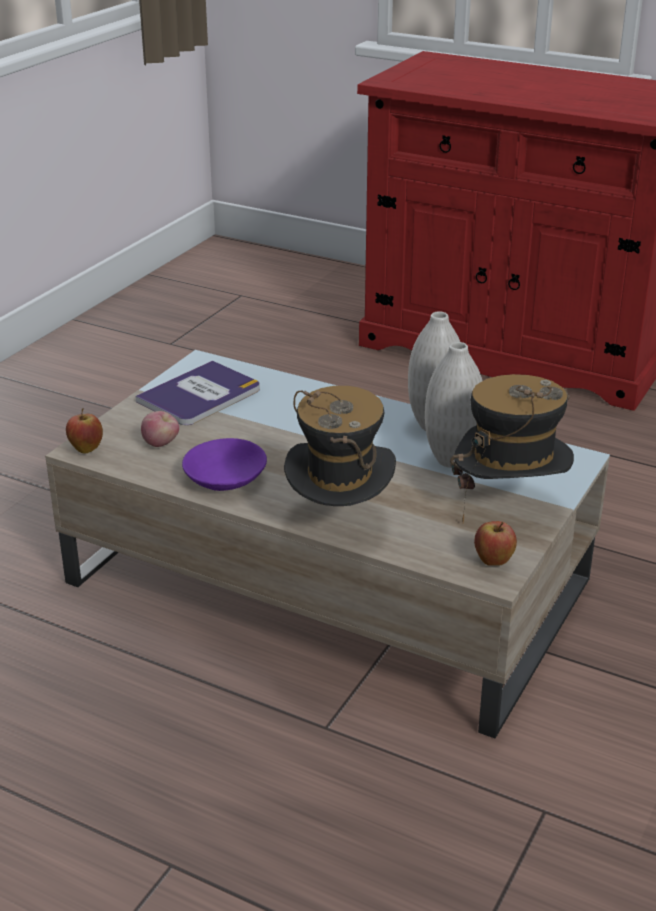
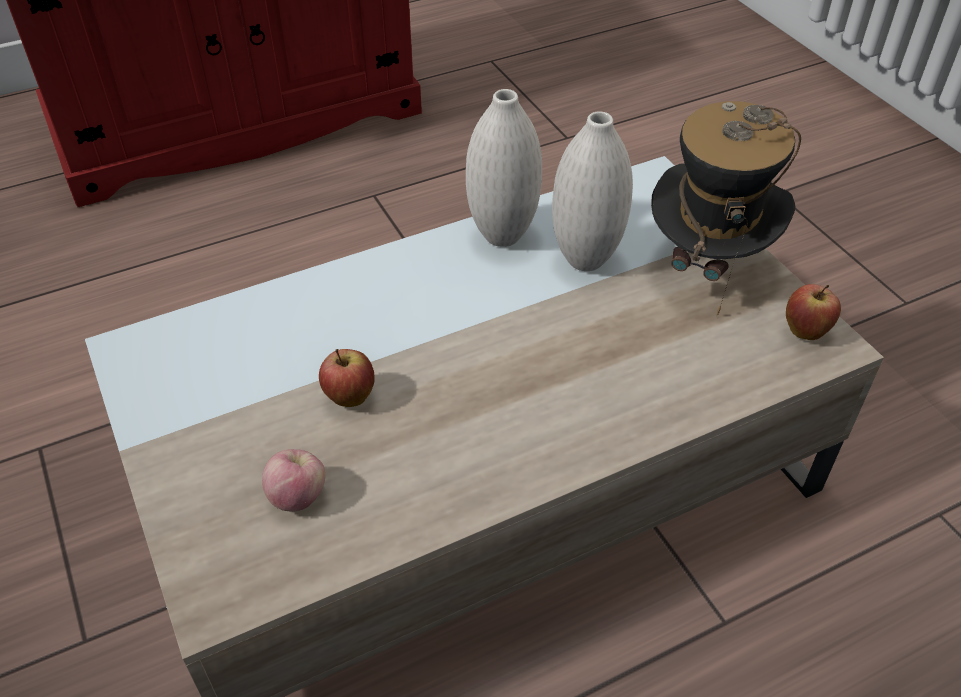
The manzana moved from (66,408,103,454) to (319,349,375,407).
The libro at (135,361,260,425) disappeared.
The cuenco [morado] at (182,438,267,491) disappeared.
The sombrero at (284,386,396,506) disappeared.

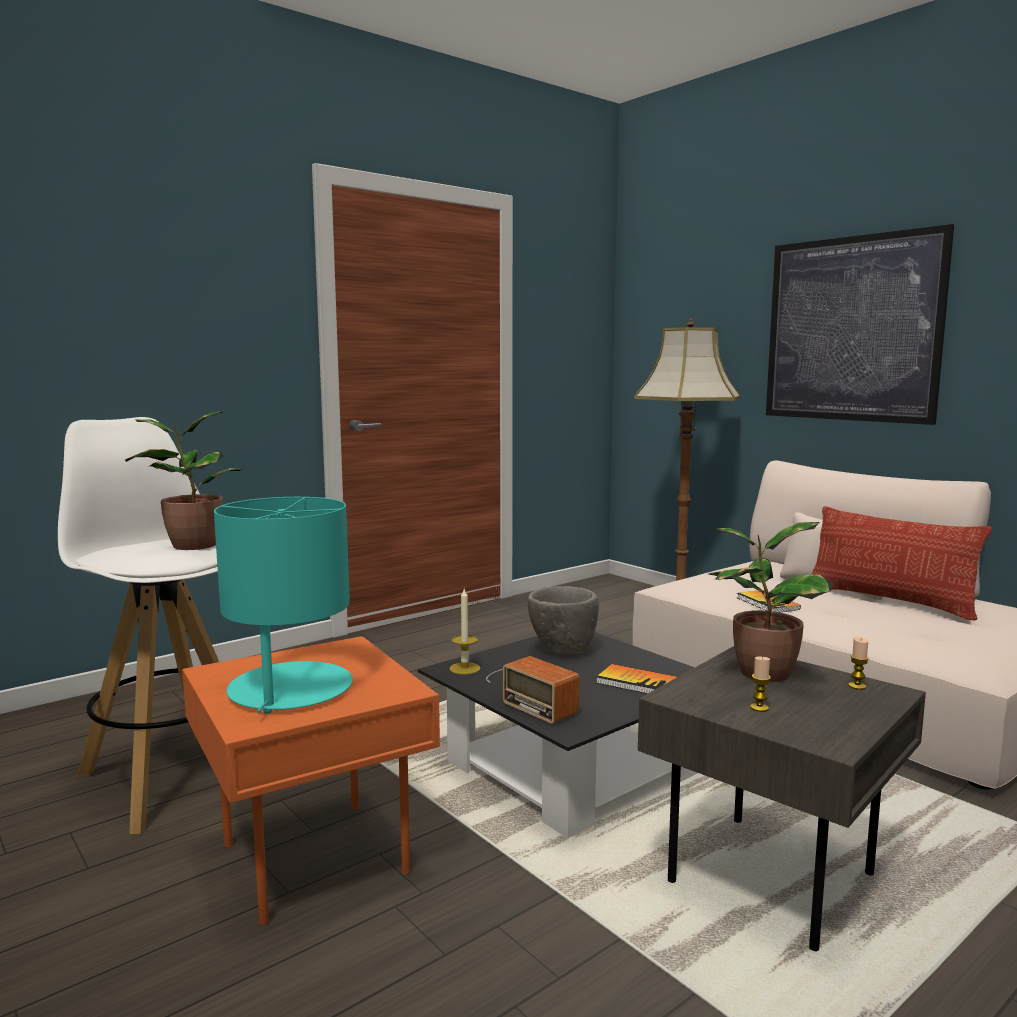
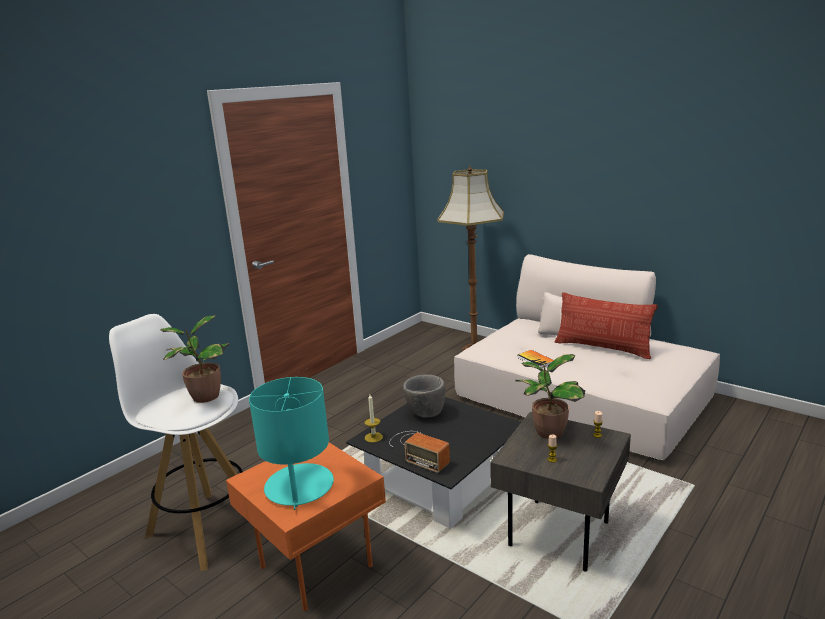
The libro at (596,664,677,694) disappeared.
The cuadro at (766,224,954,425) disappeared.

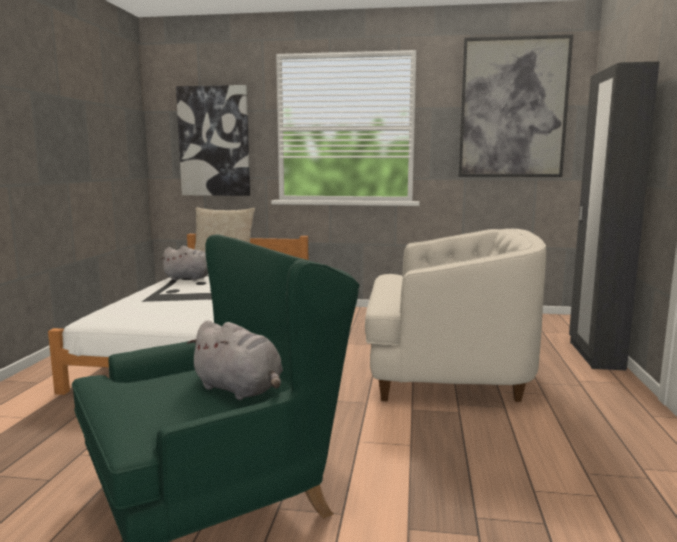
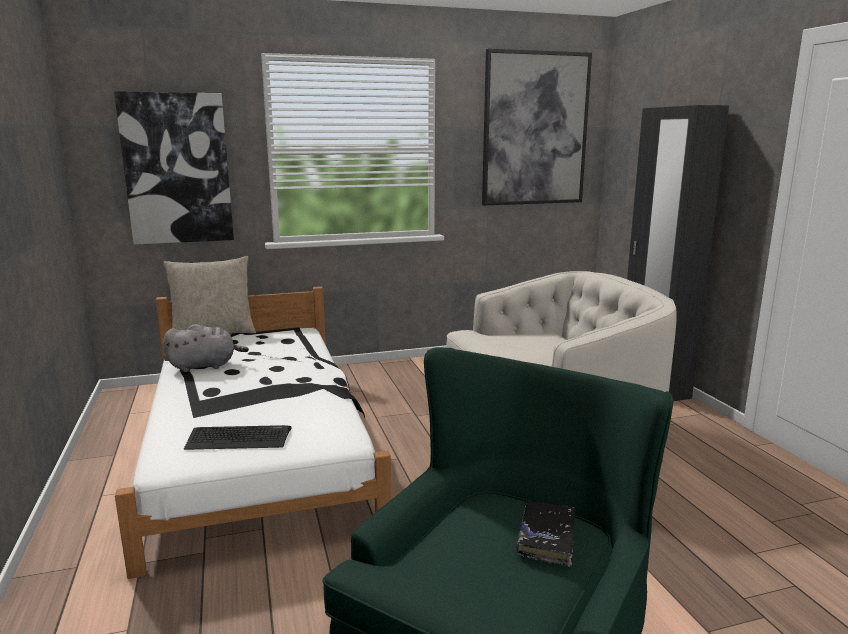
The peluche [gris] at (187,320,283,400) was replaced by the libro [negro] at (516,501,575,567).
The teclado at (184,425,291,450) appeared.

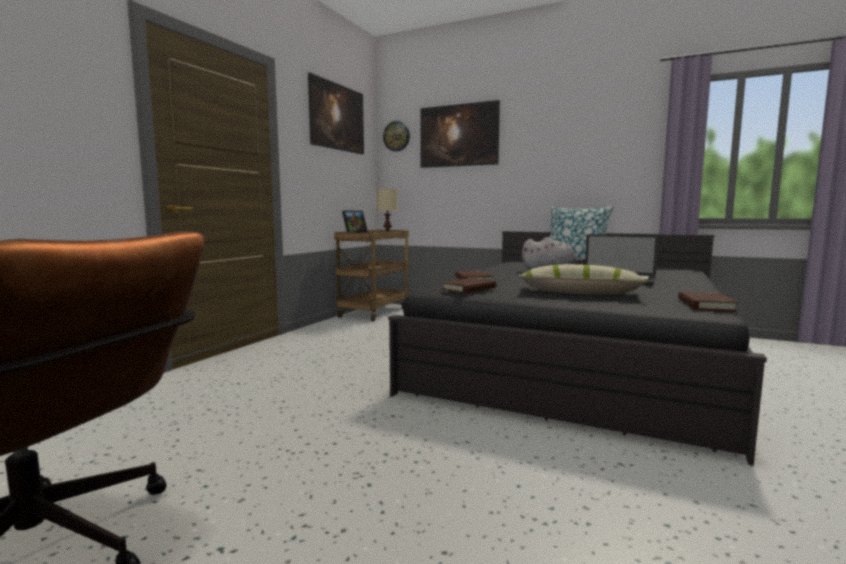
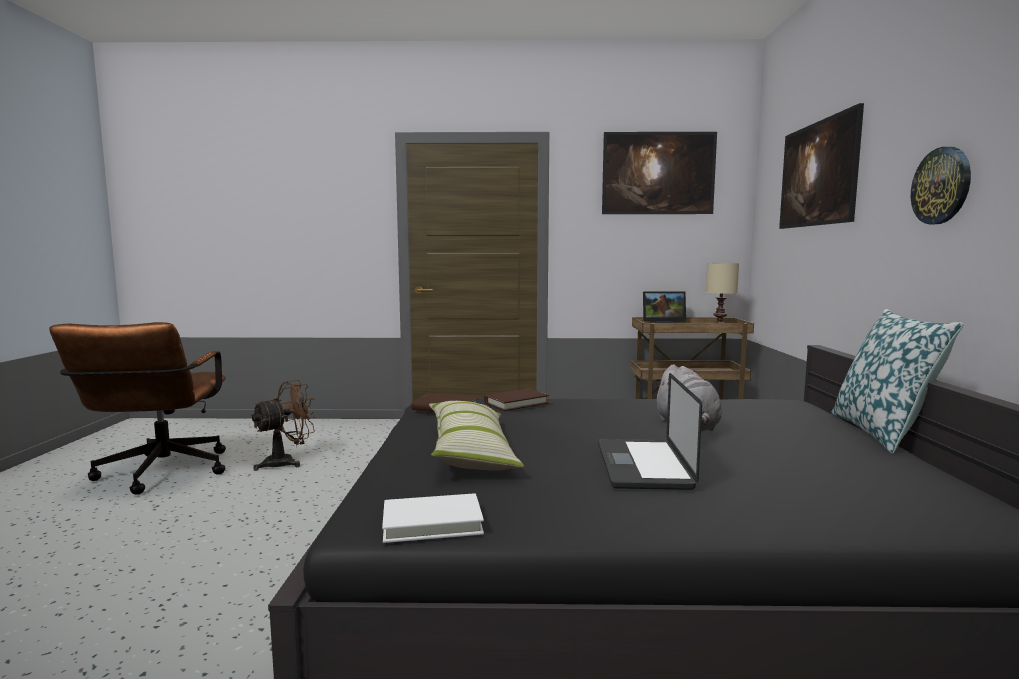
The reloj de pared moved from (383,121,410,152) to (911,147,971,224).
The libro [marrón] at (678,291,739,311) became the libro [blanco] at (382,493,484,543).
The ventilador [marrón] at (252,380,317,471) appeared.

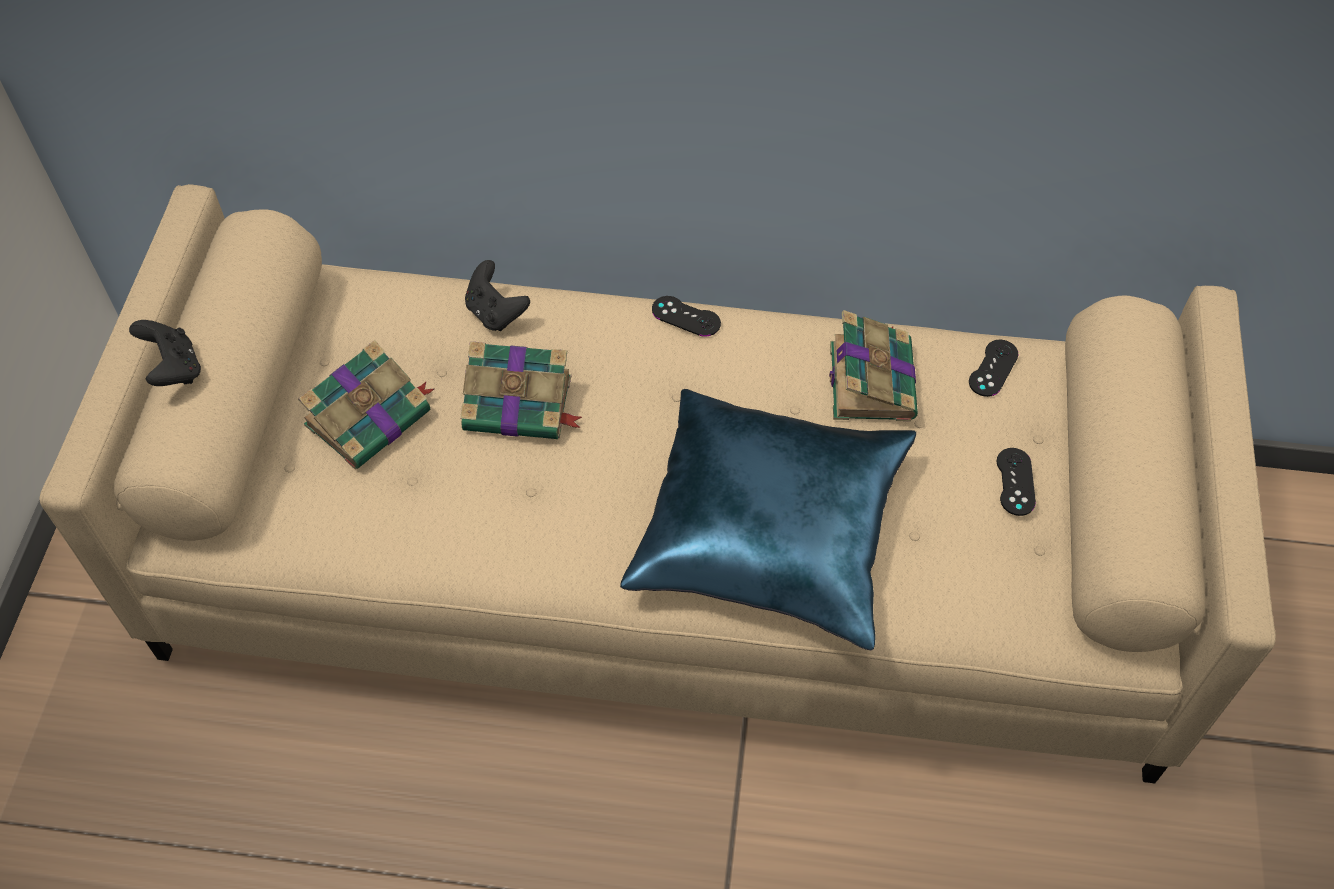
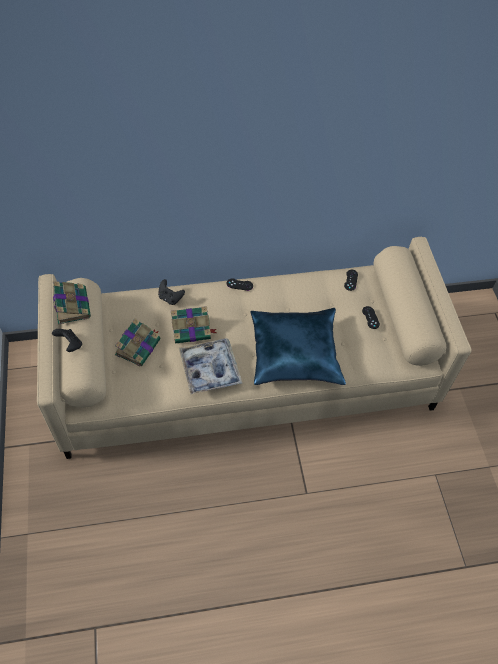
The libro moved from (829,310,918,421) to (53,281,91,325).
The bandeja at (179,338,242,394) appeared.

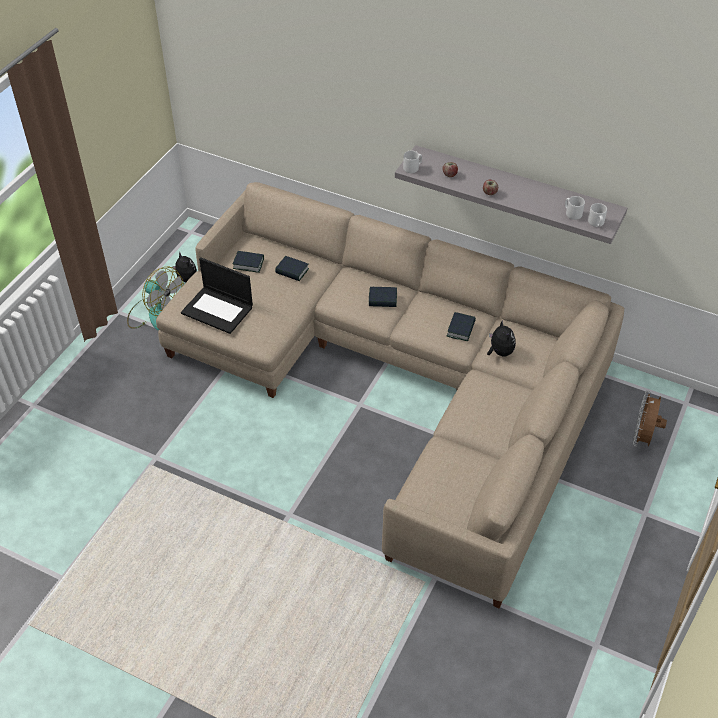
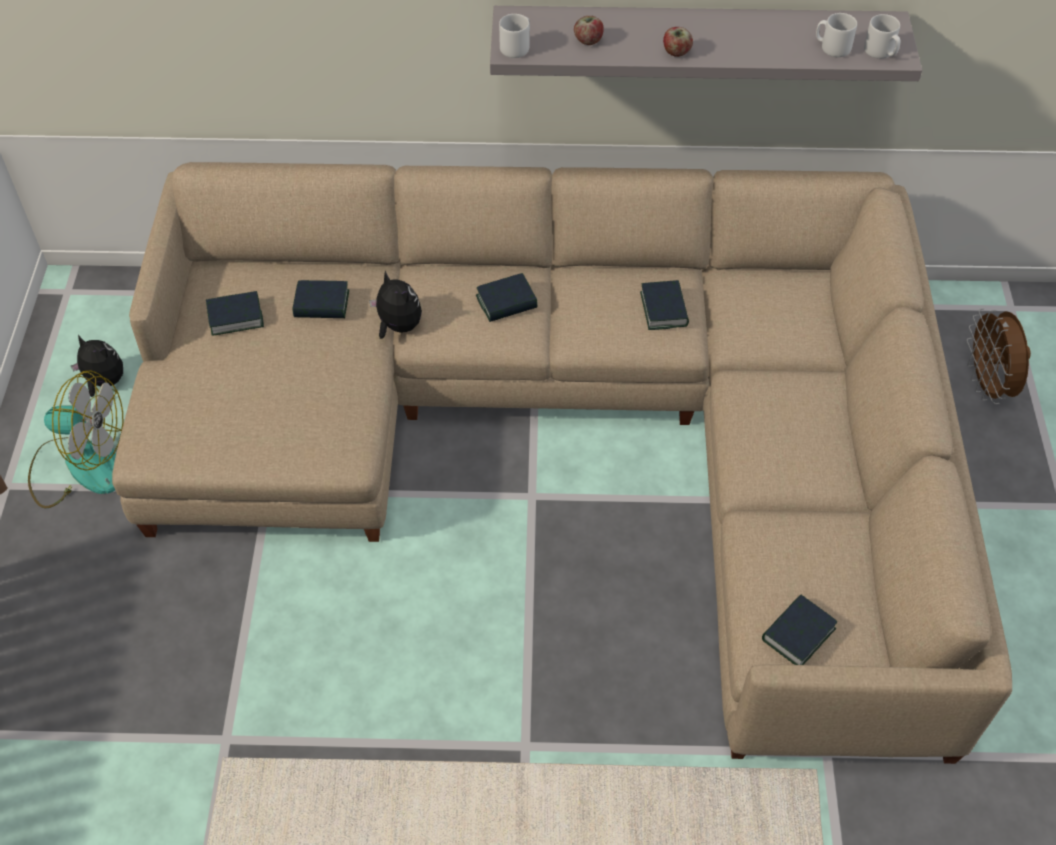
The portátil at (181,257,253,334) disappeared.
The peluche moved from (487,319,516,356) to (369,270,422,339).
The libro at (762,595,838,665) appeared.

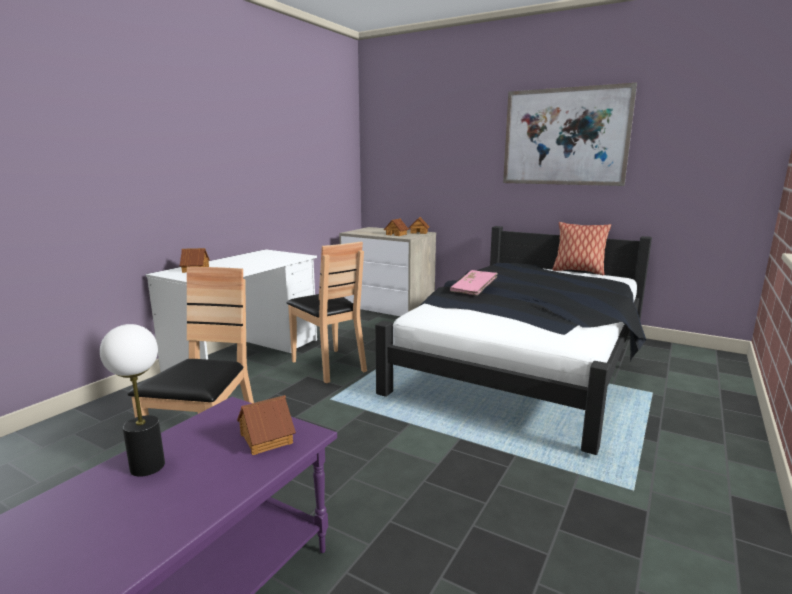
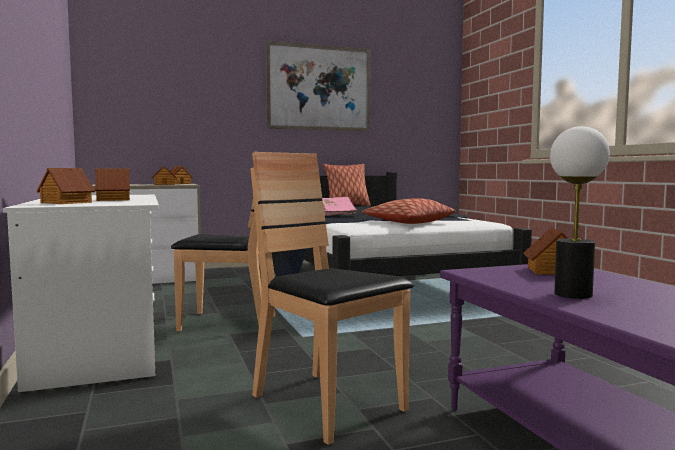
The casita at (95,168,130,201) appeared.
The cojín at (362,198,456,224) appeared.

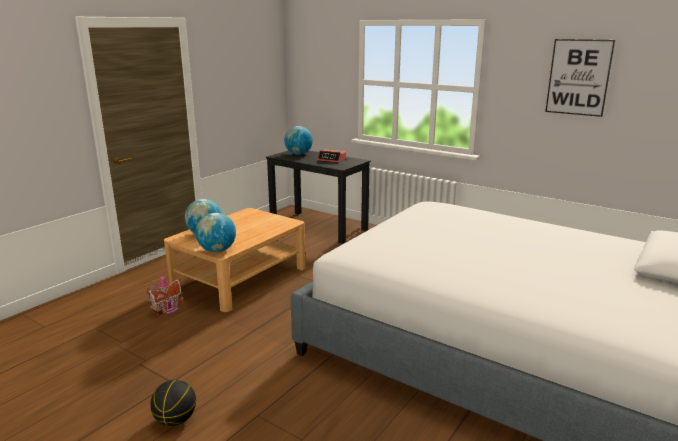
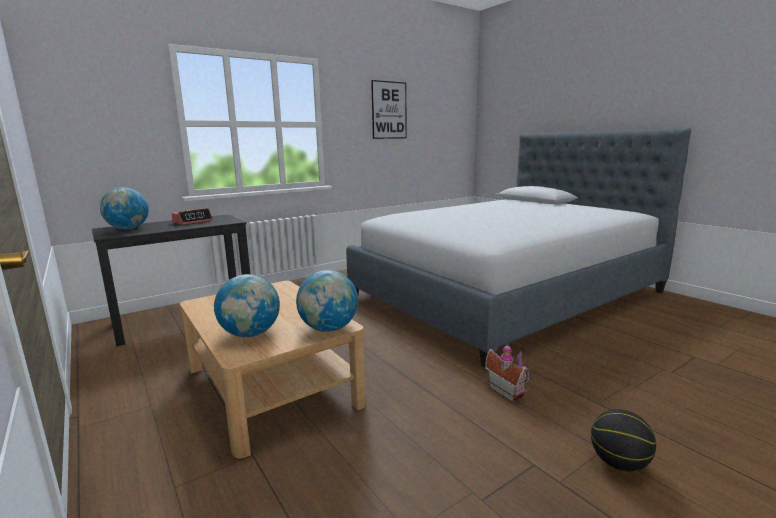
The casita moved from (146,275,184,315) to (485,343,530,402).

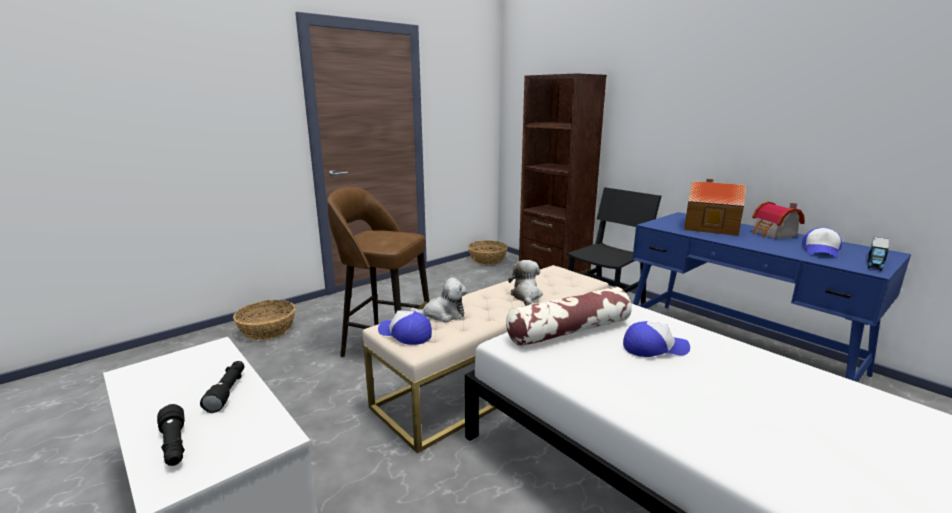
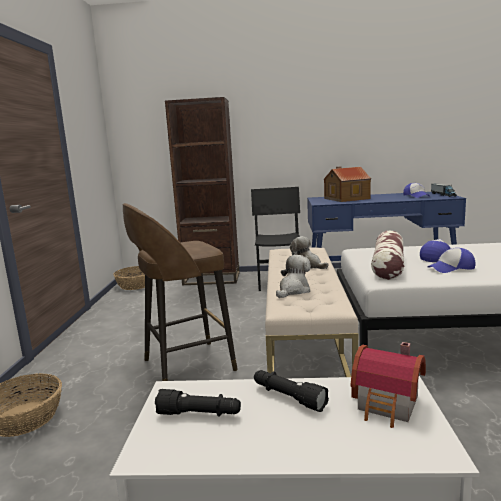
The linterna [negro] moved from (157,404,185,466) to (155,389,241,417).
The gorra moved from (378,310,432,345) to (428,248,475,273).
The casita moved from (752,201,805,239) to (351,342,426,428).

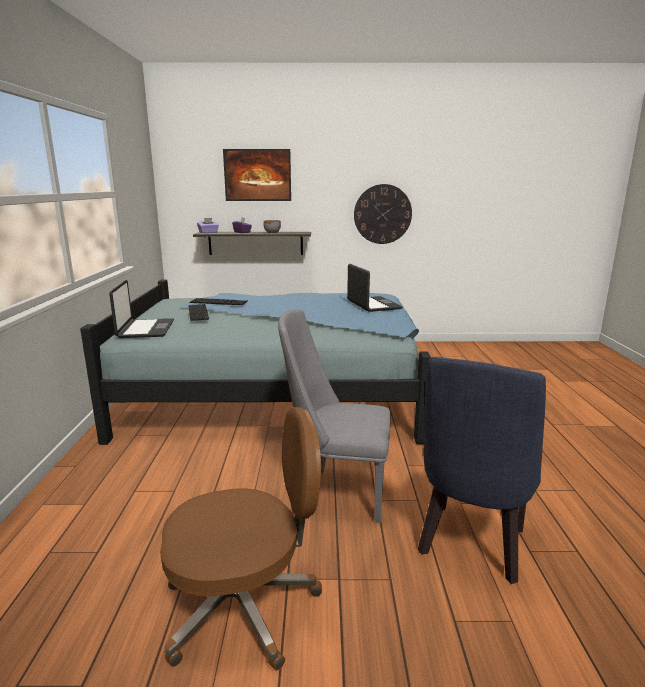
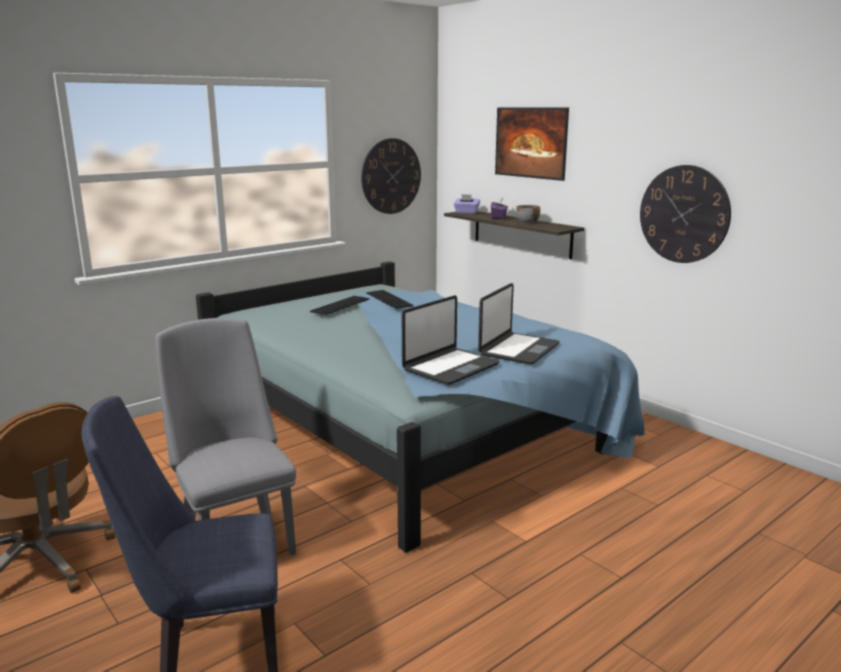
The portátil moved from (109,280,174,338) to (401,295,500,385).
The reloj de pared at (361,138,421,214) appeared.

